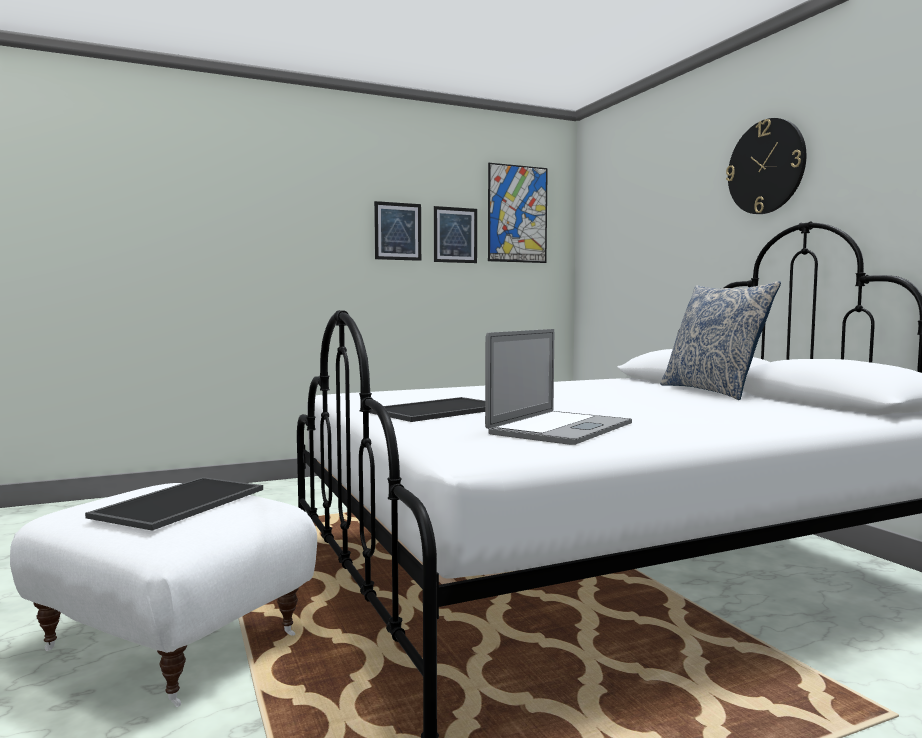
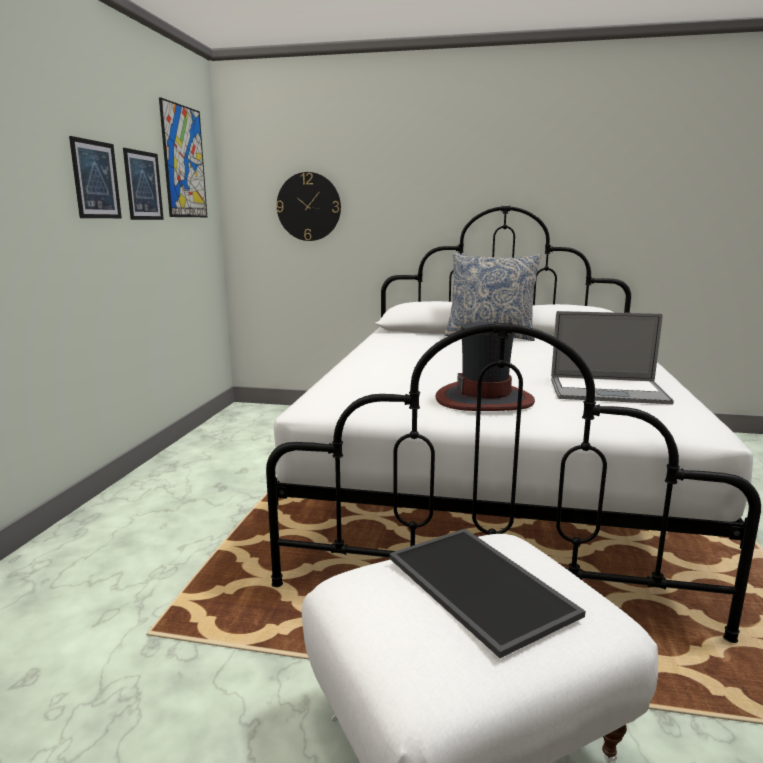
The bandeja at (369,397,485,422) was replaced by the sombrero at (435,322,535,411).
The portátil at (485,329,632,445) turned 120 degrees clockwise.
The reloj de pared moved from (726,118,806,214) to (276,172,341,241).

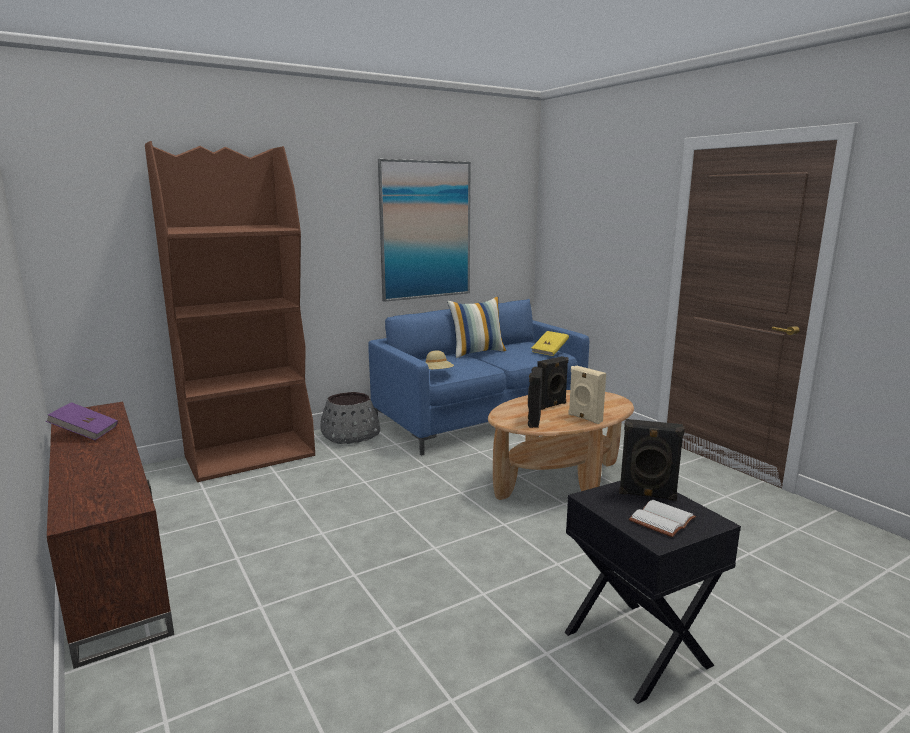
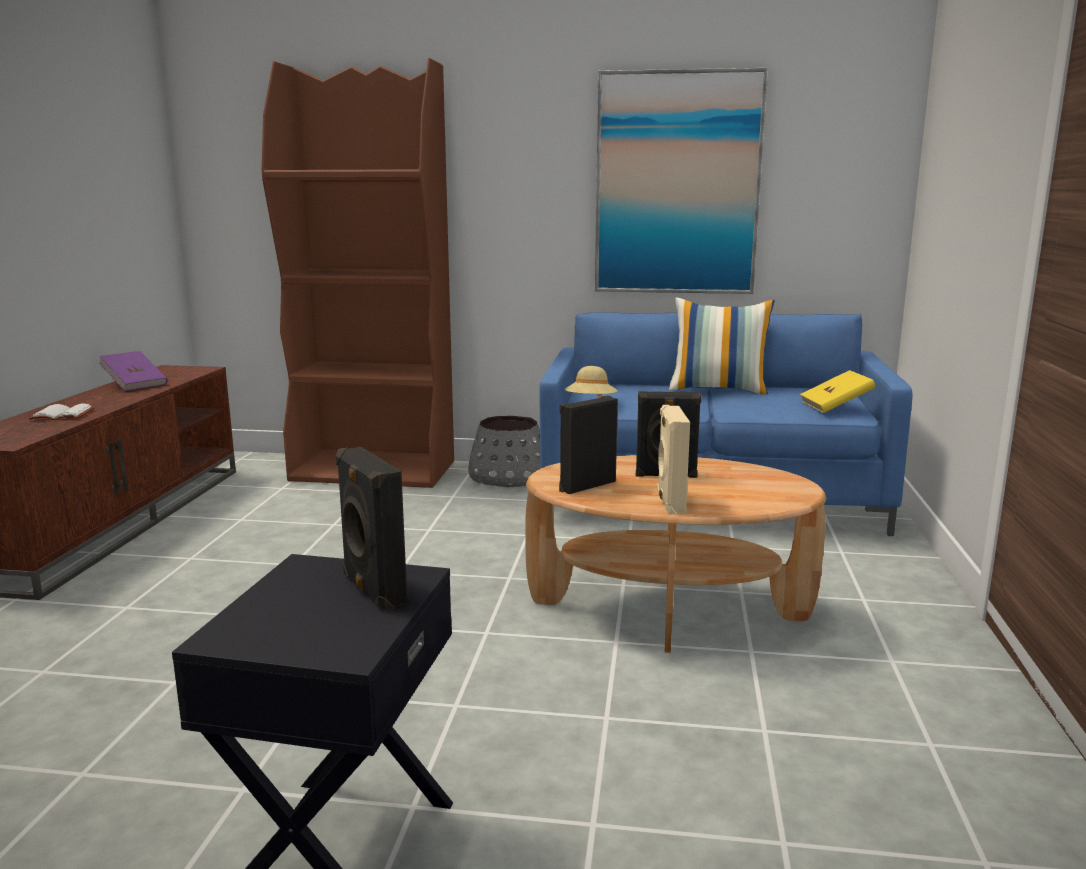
The libro [blanco] moved from (629,500,696,537) to (29,404,95,420).

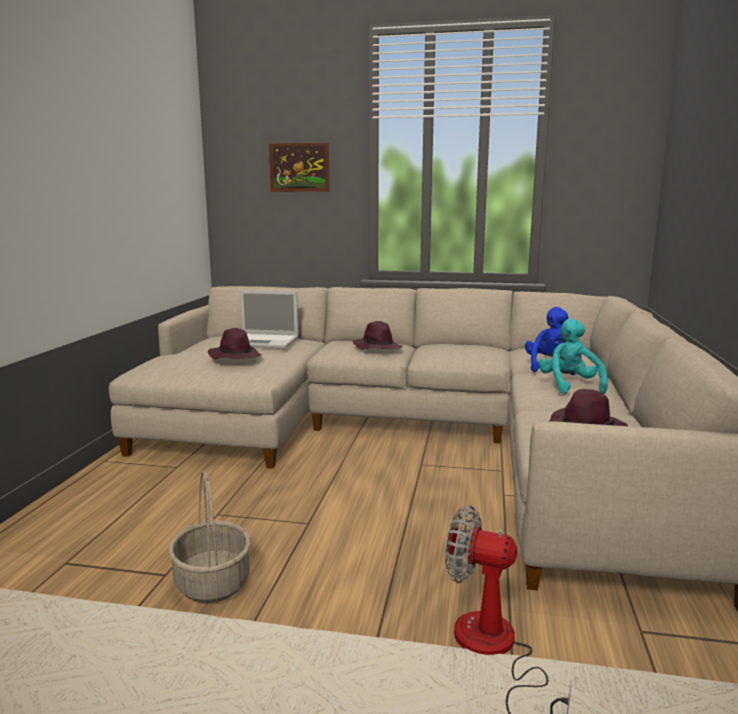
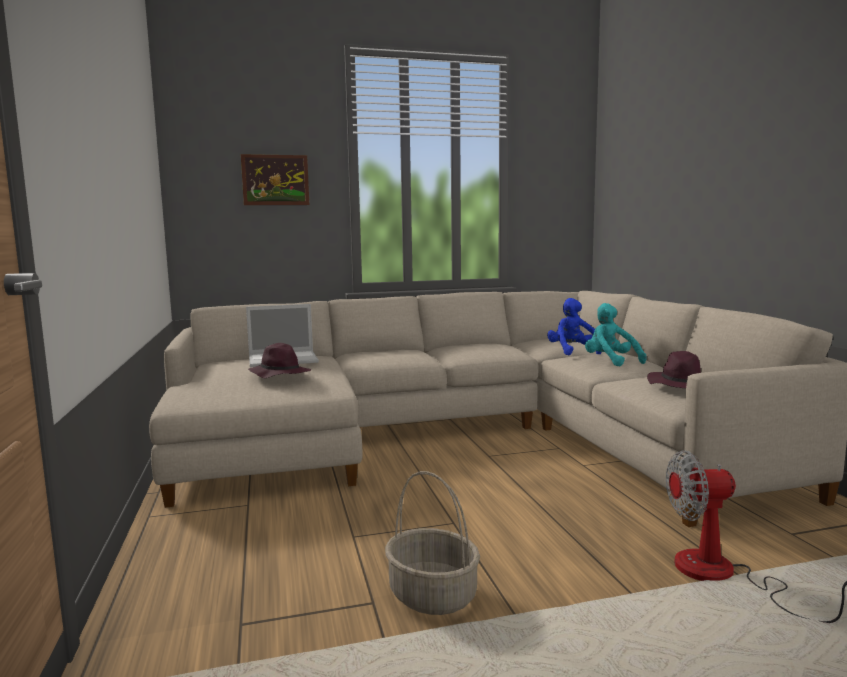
The sombrero [morado] at (353,321,403,350) disappeared.

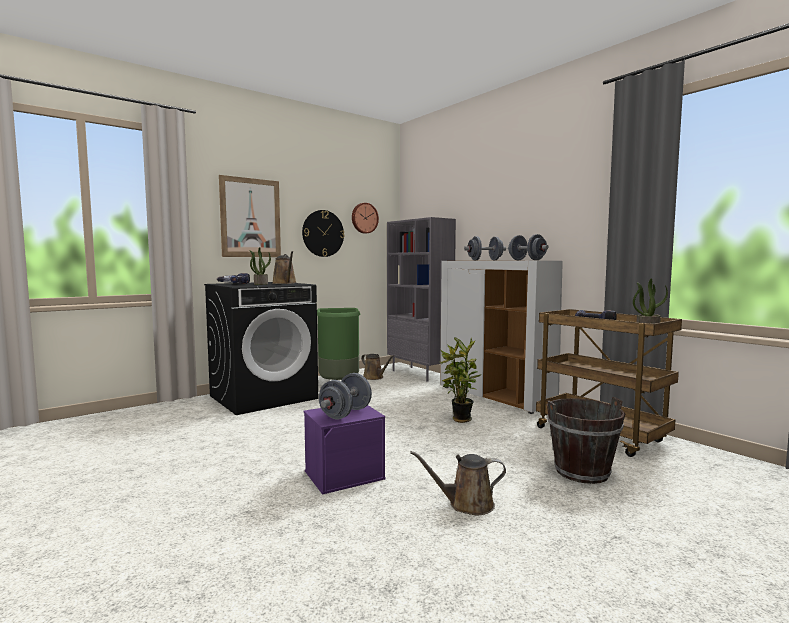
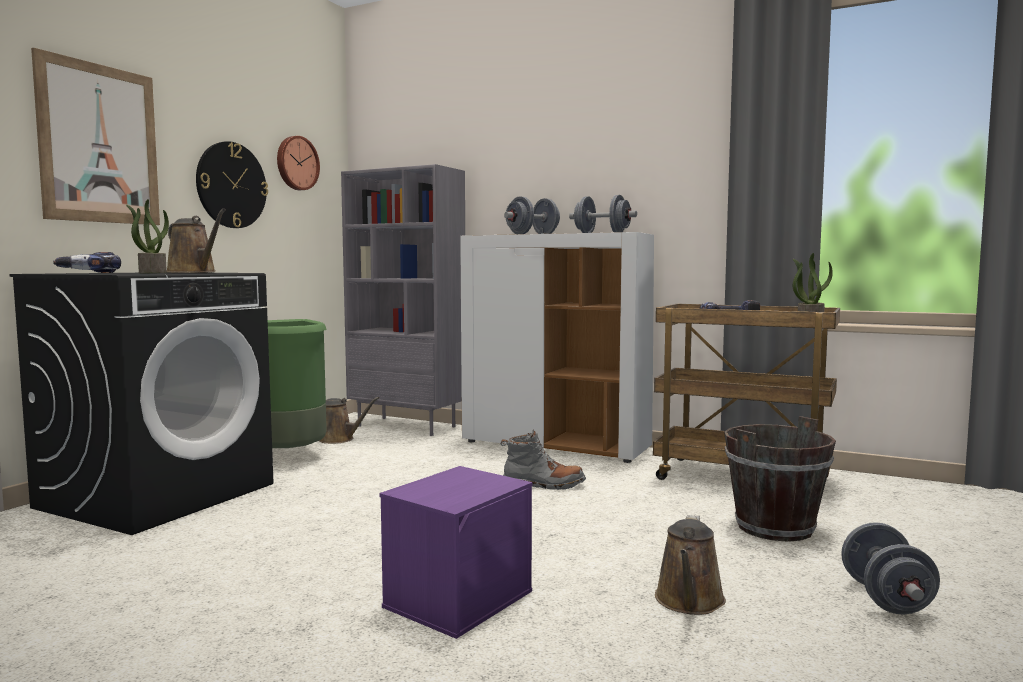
The mancuerna [gris] moved from (319,373,372,419) to (841,522,940,615).
The regadera [marrón] at (410,451,506,515) turned 45 degrees counterclockwise.
The planta en maceta at (440,337,482,423) was replaced by the bota [gris] at (500,429,586,490).

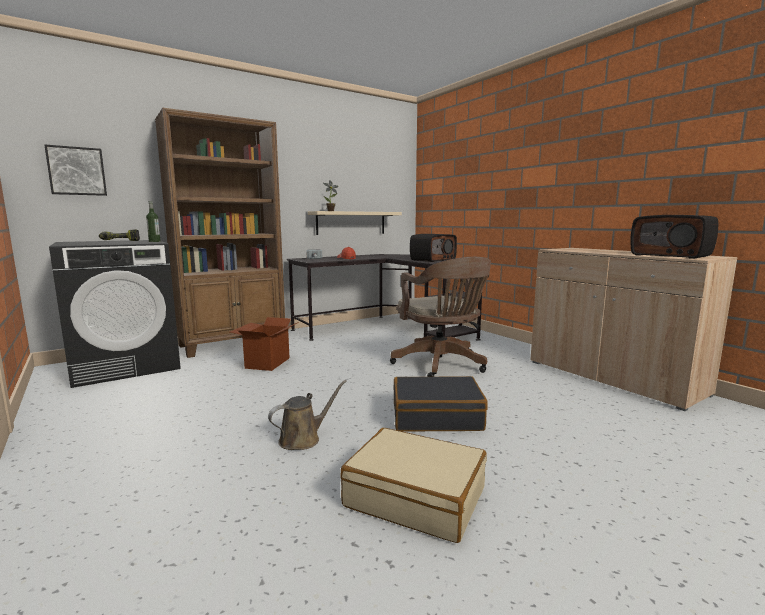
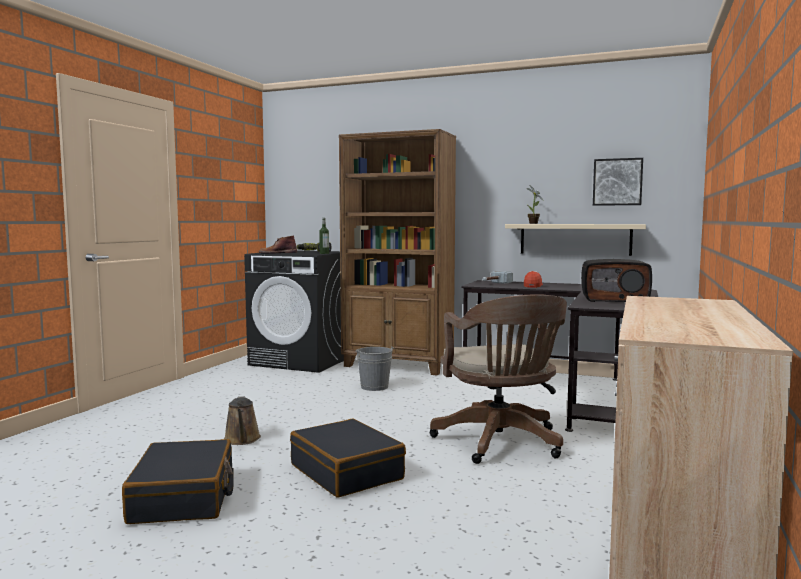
The cuadro moved from (44,144,107,196) to (593,158,643,206).
The caja de cartón at (230,317,299,371) was replaced by the cubo [gris] at (355,346,395,391).
The regadera [marrón] at (268,380,347,450) turned 60 degrees clockwise.
The maleta [beis] at (340,428,487,543) became the maleta [negro] at (122,439,234,524).
The silla de oficina [marrón] at (390,257,491,377) turned 45 degrees counterclockwise.
The radio at (630,215,718,259) disappeared.
The bota [marrón] at (259,235,297,254) appeared.

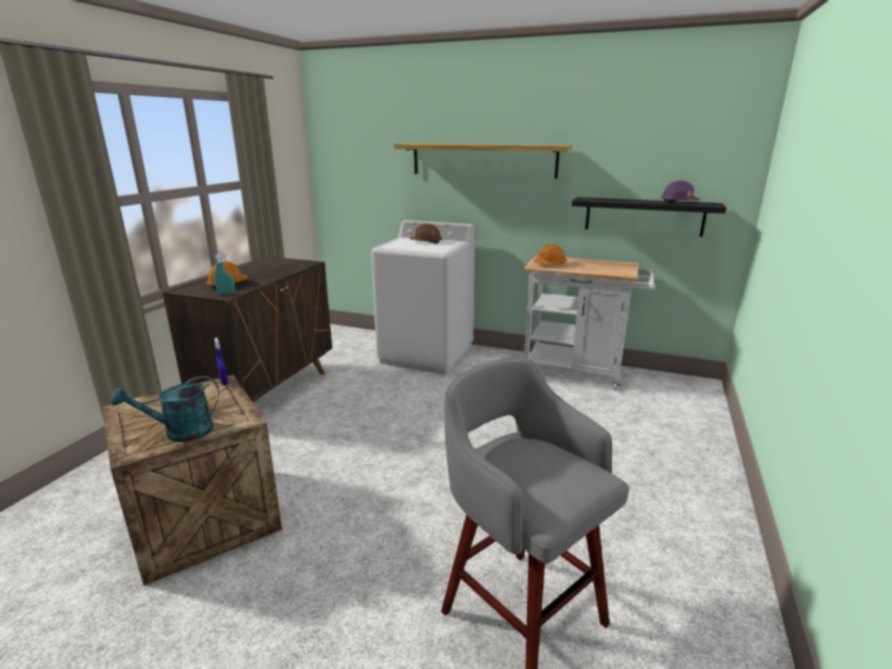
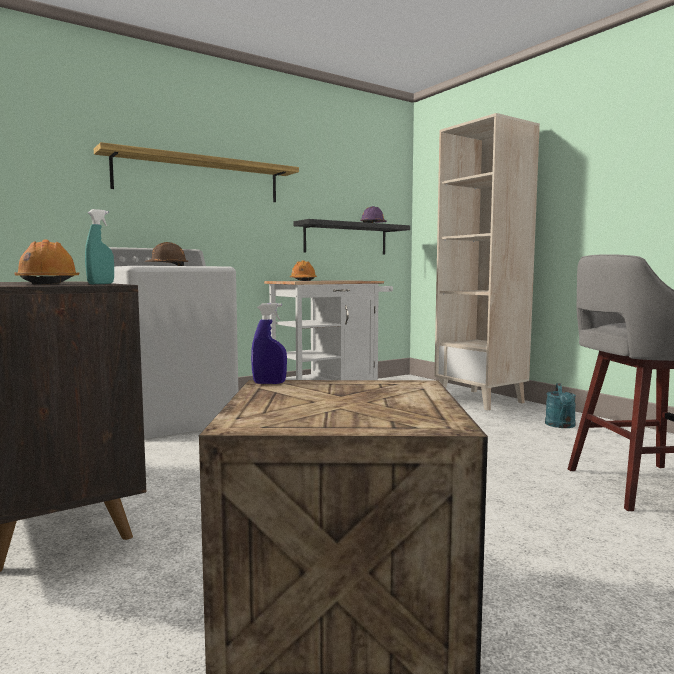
The regadera [turquesa] moved from (111,376,219,442) to (545,383,576,428).
The estantería [beis] at (434,113,540,410) appeared.

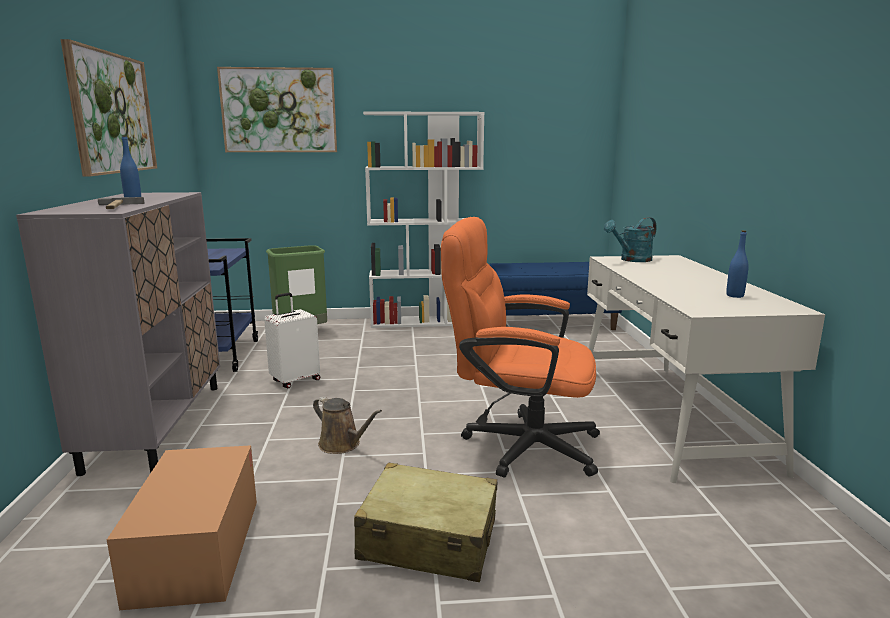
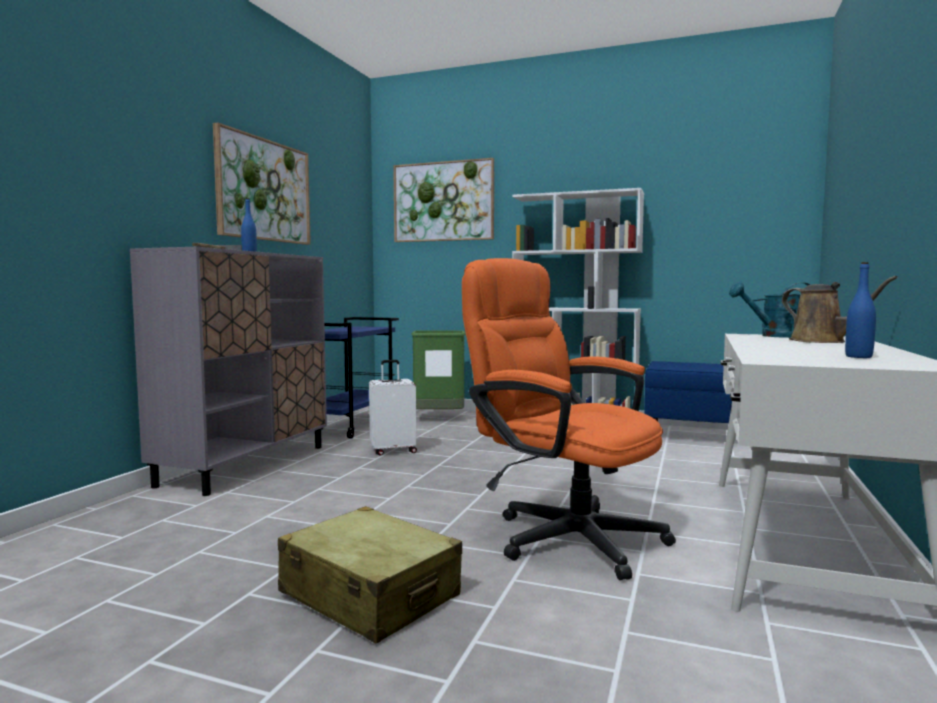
The caja de cartón at (107,445,257,610) disappeared.
The regadera [marrón] moved from (313,397,382,454) to (782,276,898,343).

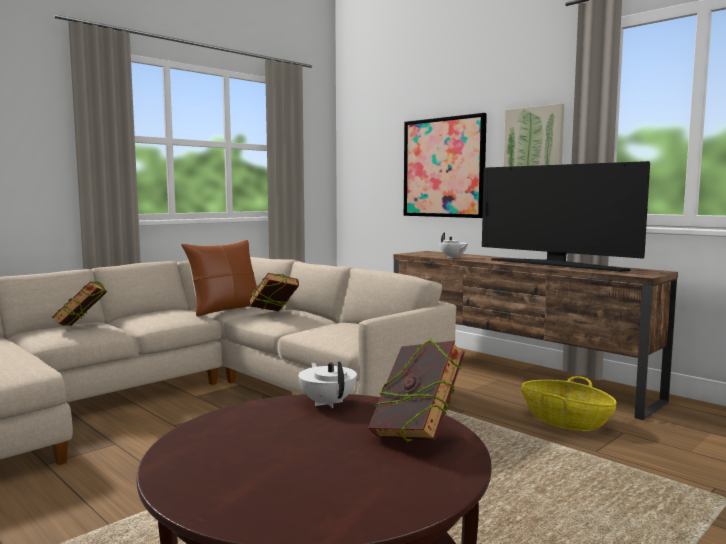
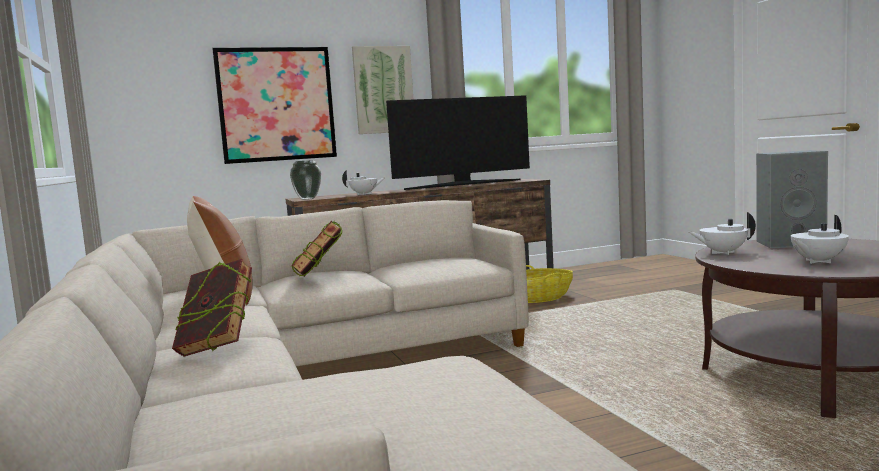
The libro at (368,339,465,443) was replaced by the altavoz [gris] at (756,150,828,248).
The florero at (290,160,321,200) appeared.
The tetera [blanco] at (791,215,849,264) appeared.

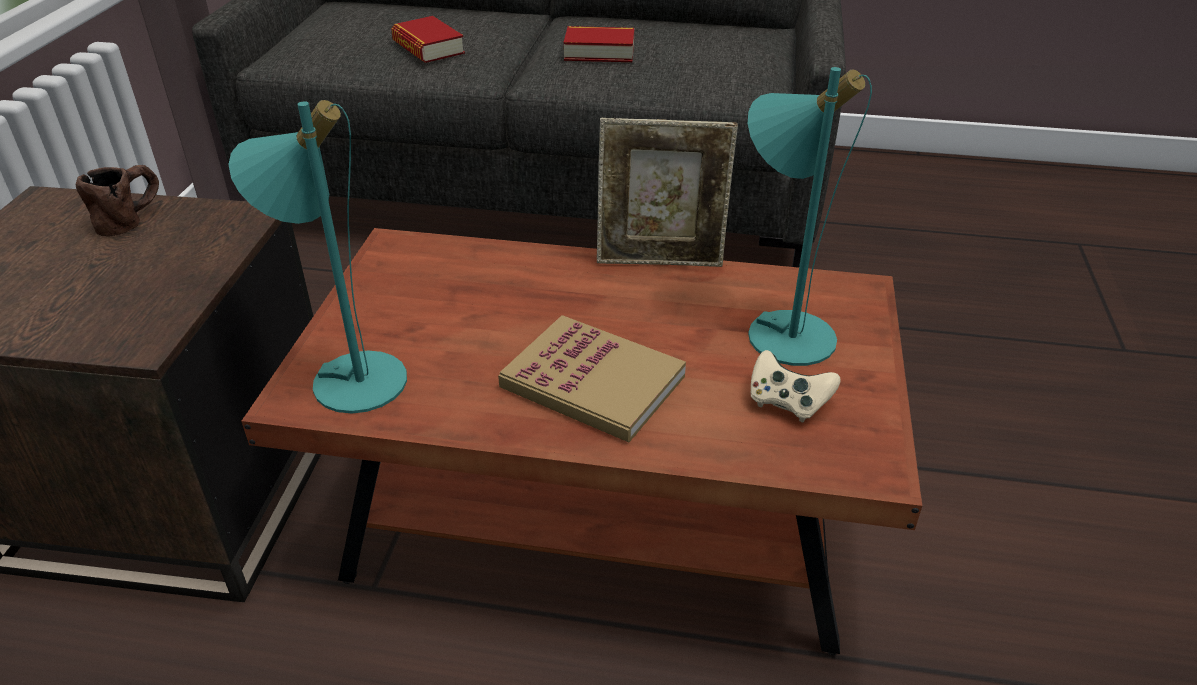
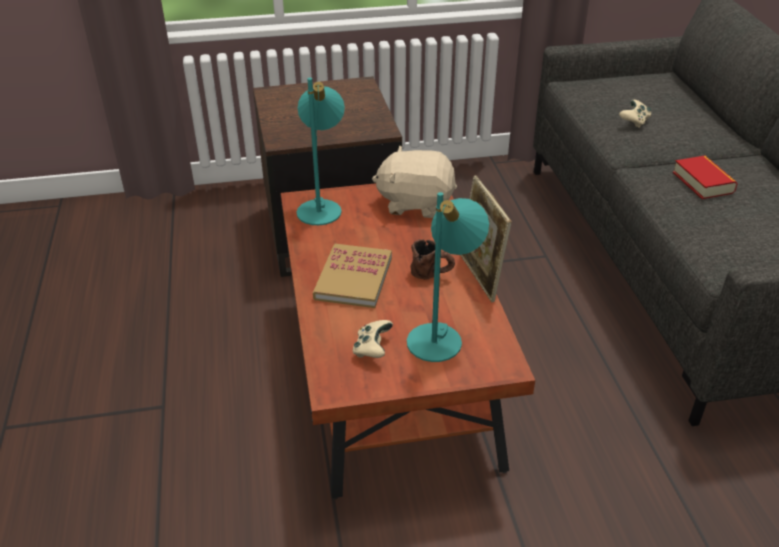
The taza grande [marrón] moved from (76,165,159,236) to (410,239,455,279).
The libro at (391,16,465,63) was replaced by the mando de consola [beis] at (619,100,651,128).
The peluche [beis] at (372,145,457,218) appeared.

